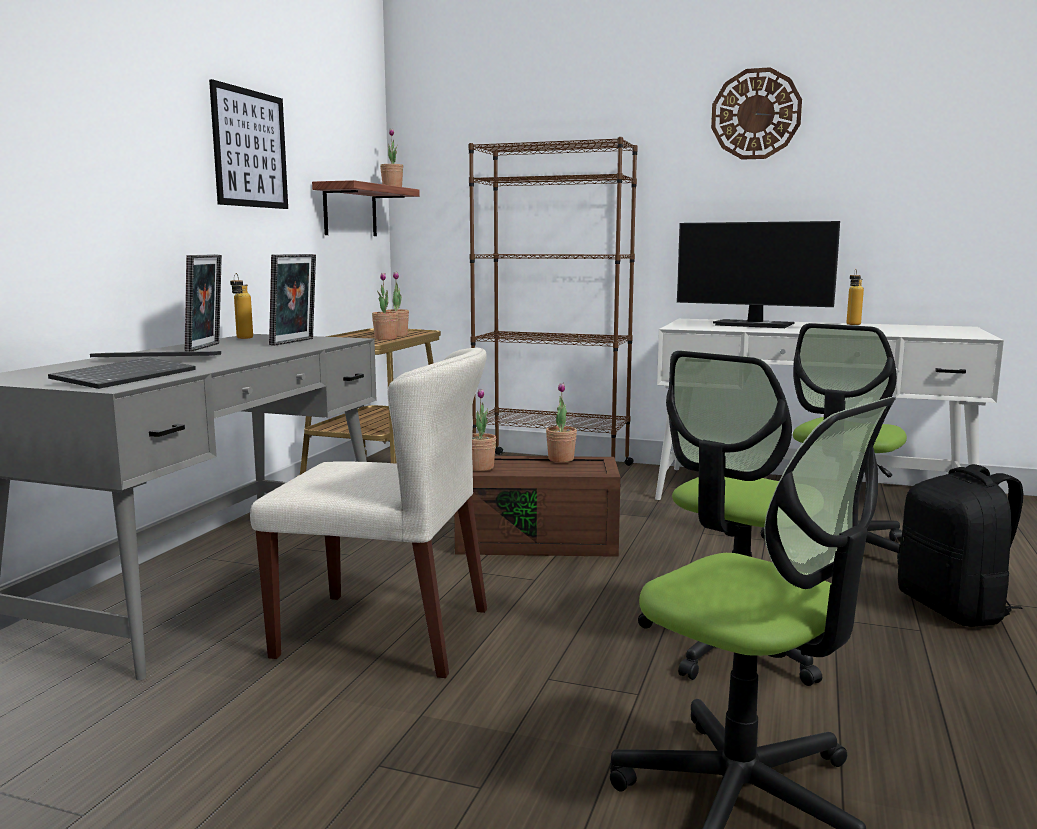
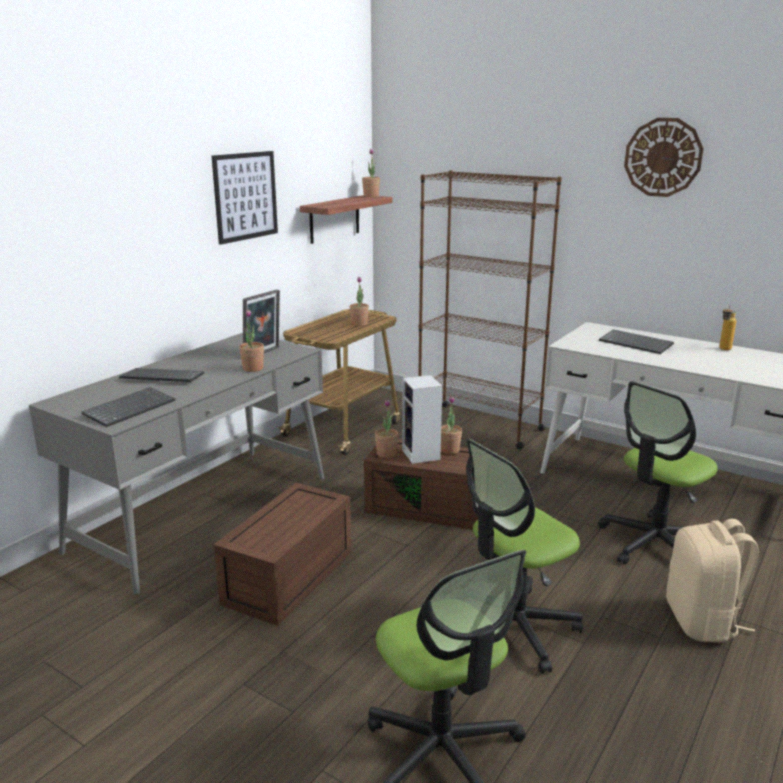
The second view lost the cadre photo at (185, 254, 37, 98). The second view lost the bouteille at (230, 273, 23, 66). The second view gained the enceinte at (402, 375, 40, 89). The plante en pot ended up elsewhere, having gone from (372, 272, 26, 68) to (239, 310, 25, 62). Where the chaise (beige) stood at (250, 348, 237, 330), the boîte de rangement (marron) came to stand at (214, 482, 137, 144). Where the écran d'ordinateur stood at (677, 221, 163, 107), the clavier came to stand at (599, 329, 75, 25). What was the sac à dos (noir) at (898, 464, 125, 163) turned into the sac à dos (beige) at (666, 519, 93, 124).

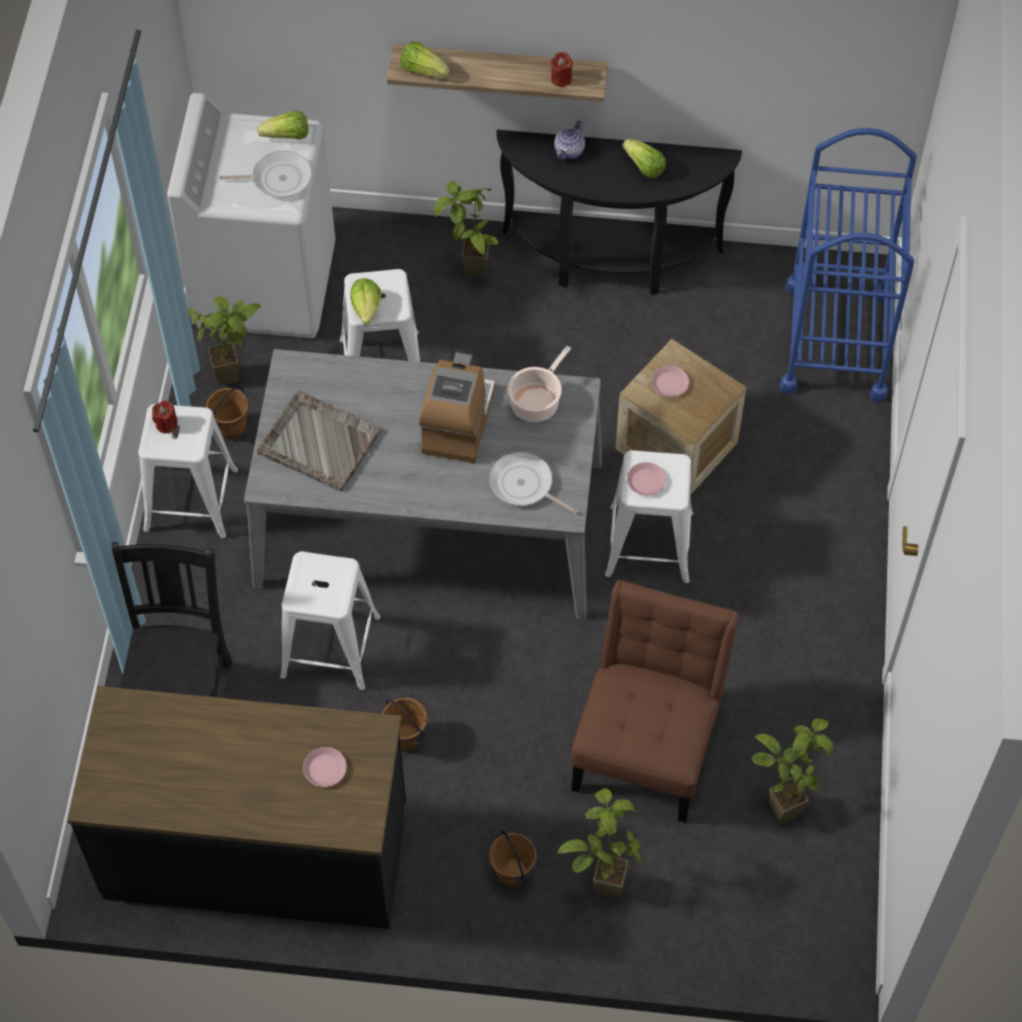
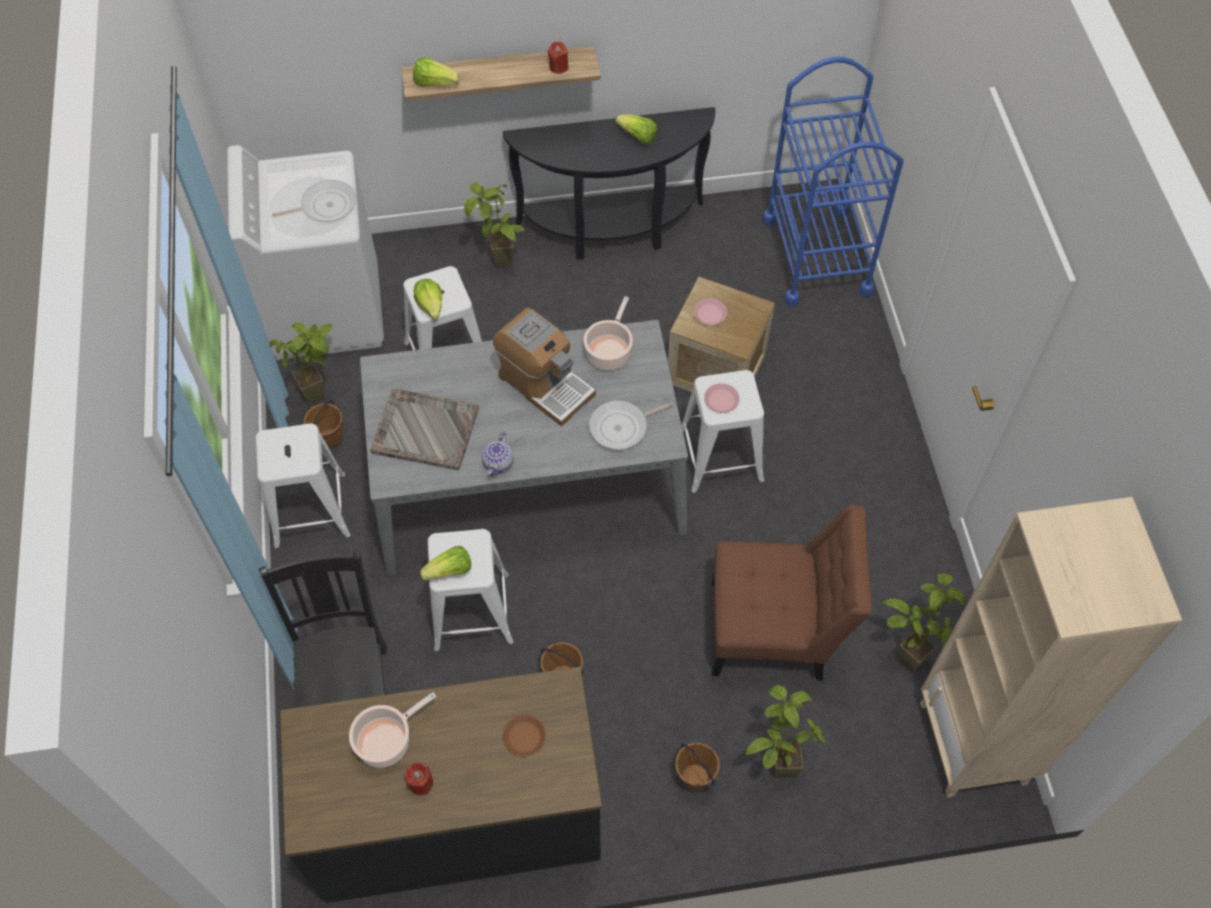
The second view gained the marmite at (349, 692, 88, 76). The second view gained the bibliothèque (beige) at (920, 497, 262, 301). The bougie (rouge) ended up elsewhere, having gone from (152, 400, 25, 34) to (405, 762, 28, 33). The laitue ended up elsewhere, having gone from (258, 111, 50, 28) to (420, 546, 51, 34). The théière ended up elsewhere, having gone from (554, 120, 31, 40) to (482, 432, 31, 44). What was the assiette (rose) at (303, 747, 44, 40) turned into the assiette (marron) at (503, 715, 43, 41). The machine à café at (419, 351, 77, 112) ended up facing another way, 135 degrees clockwise from before. The poêle at (489, 452, 89, 62) ended up facing another way, 45 degrees counterclockwise from before. The chaise (marron) at (571, 580, 168, 243) ended up facing another way, 90 degrees clockwise from before.

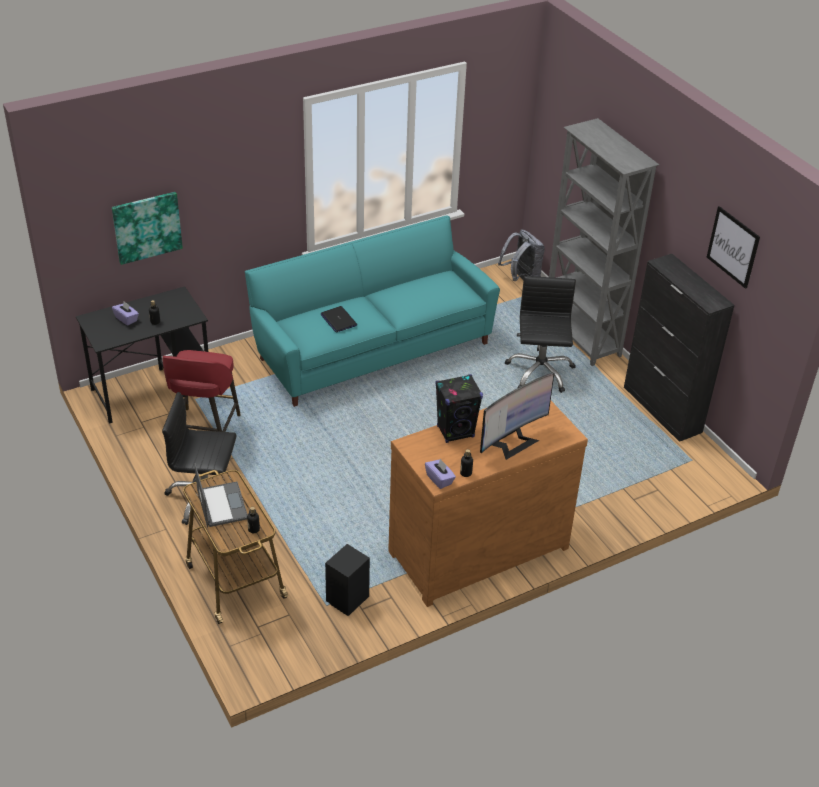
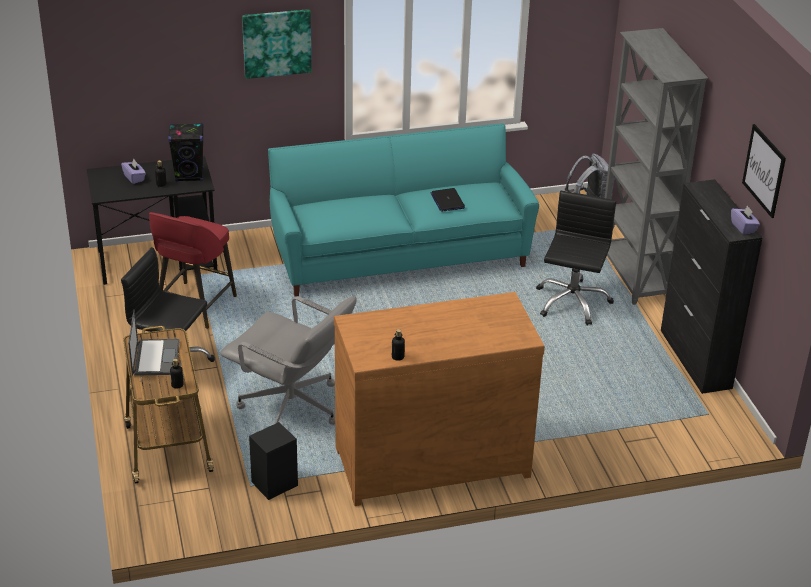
The second view lost the écran d'ordinateur at (480, 373, 74, 87). The second view gained the chaise de bureau (gris) at (220, 296, 137, 129). The tableau ended up elsewhere, having gone from (112, 192, 71, 73) to (242, 9, 70, 70). The ordinateur portable ended up elsewhere, having gone from (320, 306, 37, 26) to (431, 188, 34, 24). The boîte à mouchoirs (violet) ended up elsewhere, having gone from (425, 458, 31, 31) to (731, 205, 29, 29). The enceinte (noir) ended up elsewhere, having gone from (435, 374, 48, 69) to (168, 123, 36, 59).

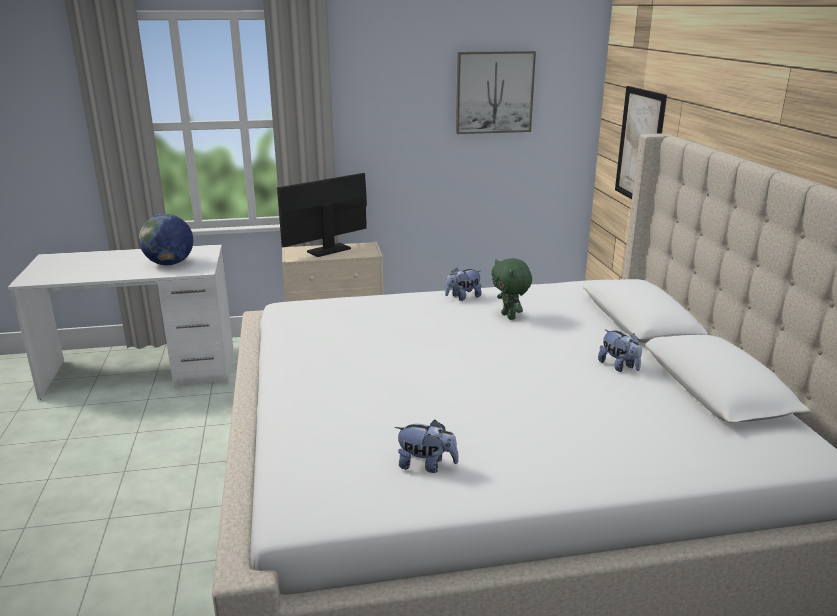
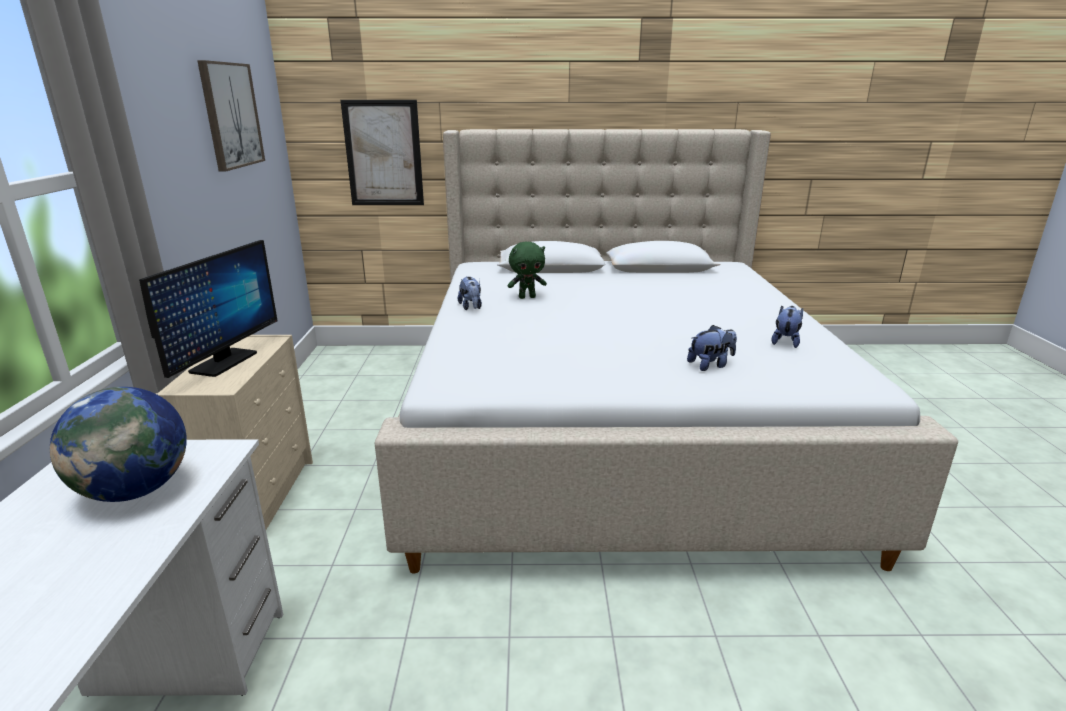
The peluche ended up elsewhere, having gone from (598, 329, 44, 43) to (687, 325, 50, 46). The écran d'ordinateur at (277, 173, 90, 84) ended up facing another way, 135 degrees counterclockwise from before.

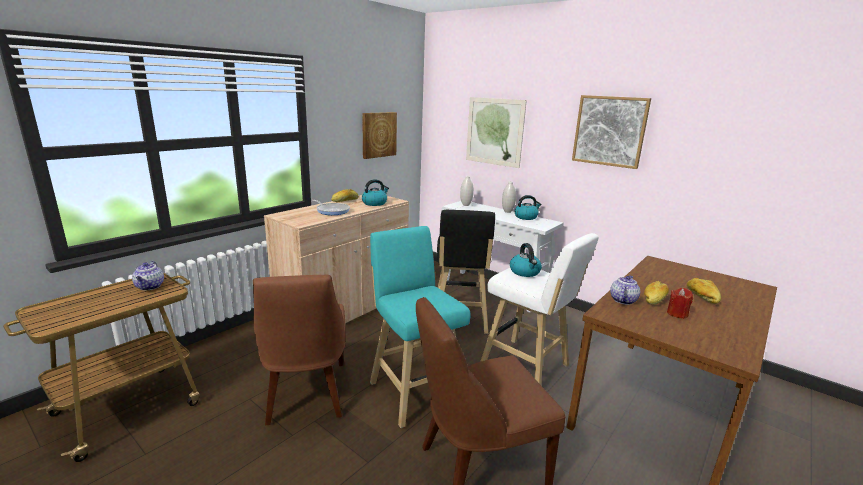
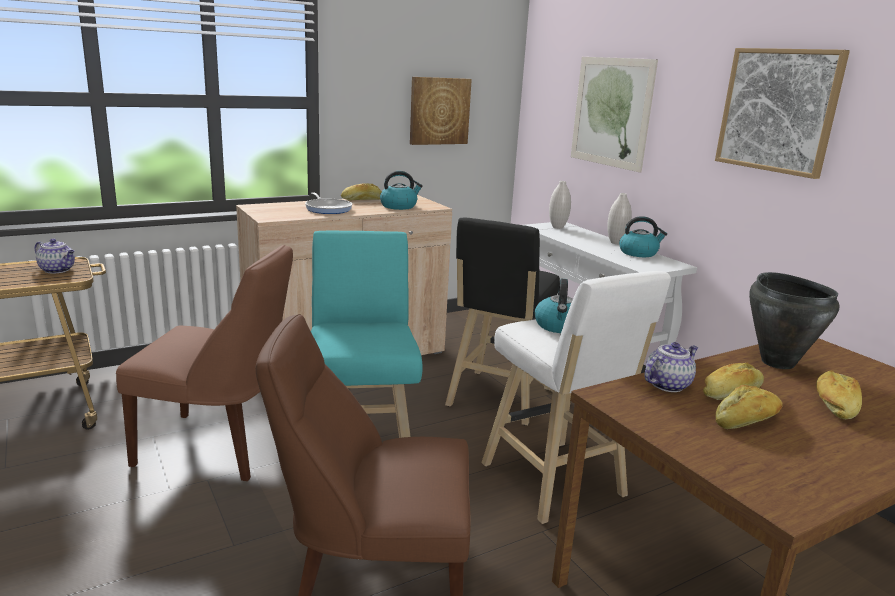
The second view gained the marmite (noir) at (749, 272, 91, 97). Where the bougie (rouge) stood at (667, 288, 26, 31), the pain came to stand at (715, 385, 67, 44). The théière at (132, 261, 32, 29) ended up facing another way, 75 degrees counterclockwise from before. The chaise (marron) at (253, 275, 93, 150) ended up facing another way, 90 degrees counterclockwise from before.

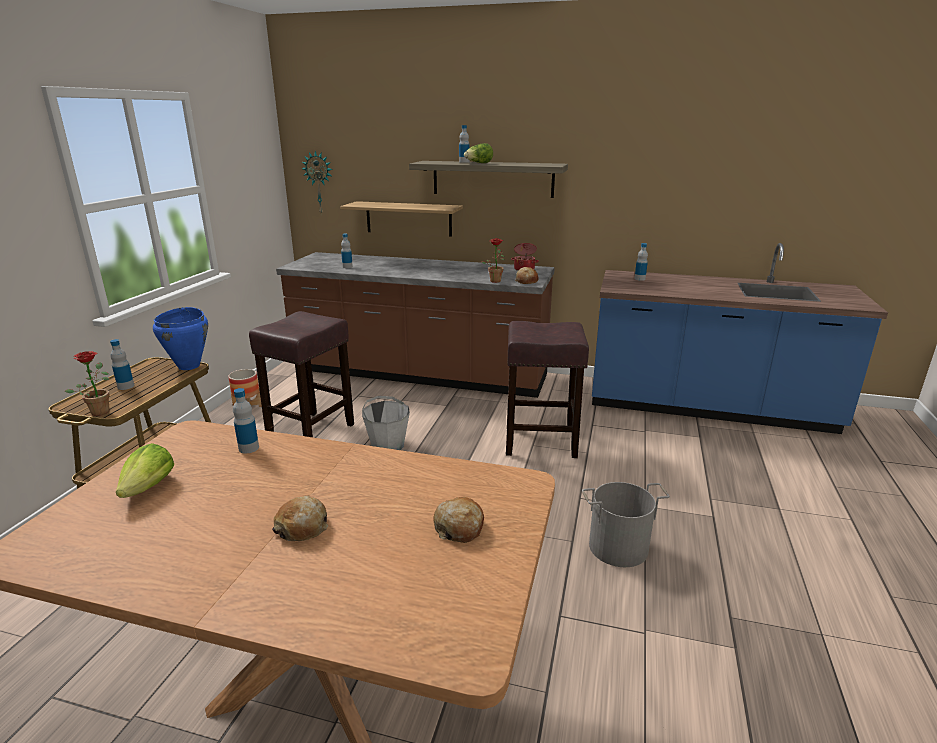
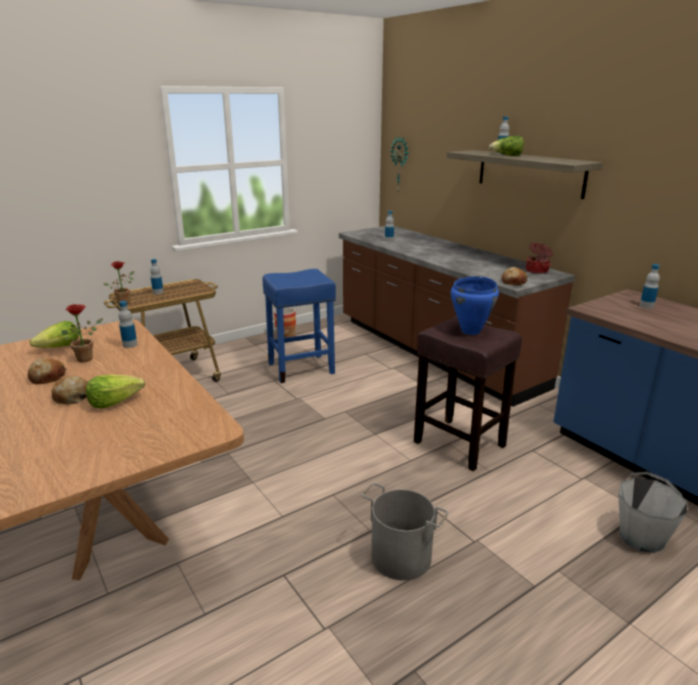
The second view lost the étagère at (340, 201, 123, 36). The second view gained the laitue at (86, 375, 59, 34). The marmite (bleu) ended up elsewhere, having gone from (153, 307, 55, 63) to (451, 276, 48, 59). The seau (gris) ended up elsewhere, having gone from (362, 396, 48, 54) to (618, 472, 69, 81). The pain ended up elsewhere, having gone from (433, 497, 51, 46) to (28, 358, 39, 26). The plante en pot ended up elsewhere, having gone from (481, 238, 24, 45) to (61, 304, 42, 58). What was the tabouret (marron) at (249, 311, 105, 126) turned into the tabouret (bleu) at (262, 269, 74, 114).

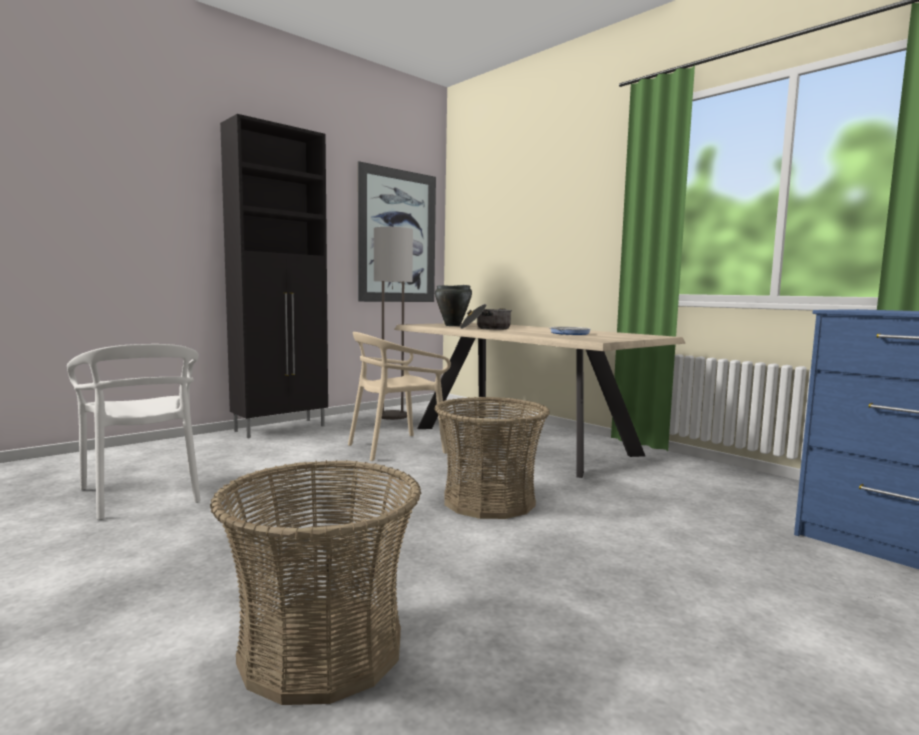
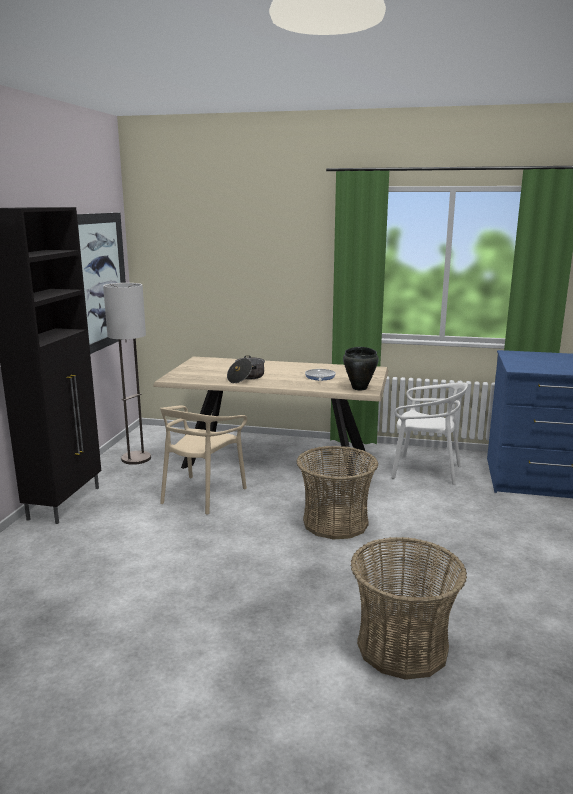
The chaise (blanc) ended up elsewhere, having gone from (67, 344, 134, 176) to (391, 382, 77, 103). The marmite (noir) ended up elsewhere, having gone from (435, 285, 37, 41) to (343, 347, 36, 43).

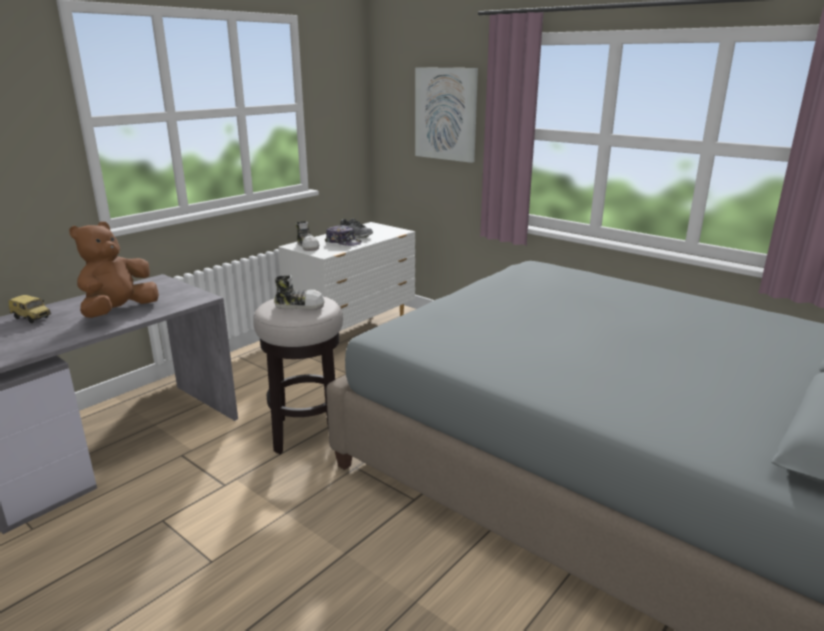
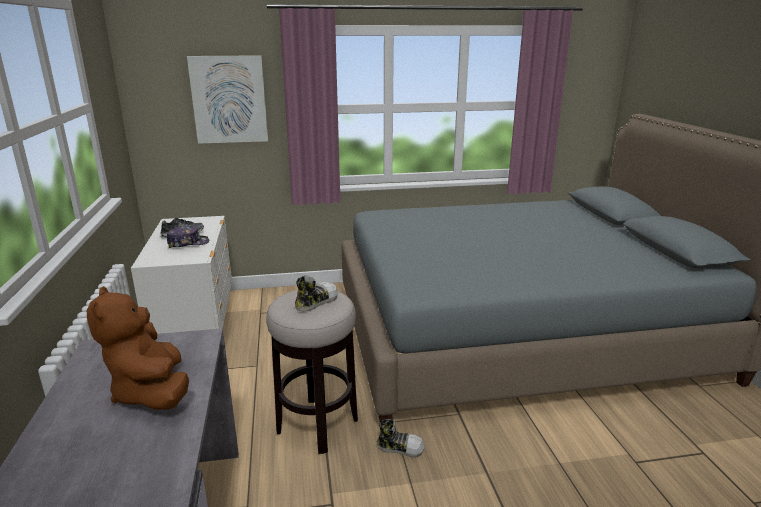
The second view lost the petite voiture at (9, 295, 42, 28). The chaussure ended up elsewhere, having gone from (296, 221, 23, 30) to (377, 419, 48, 38).

